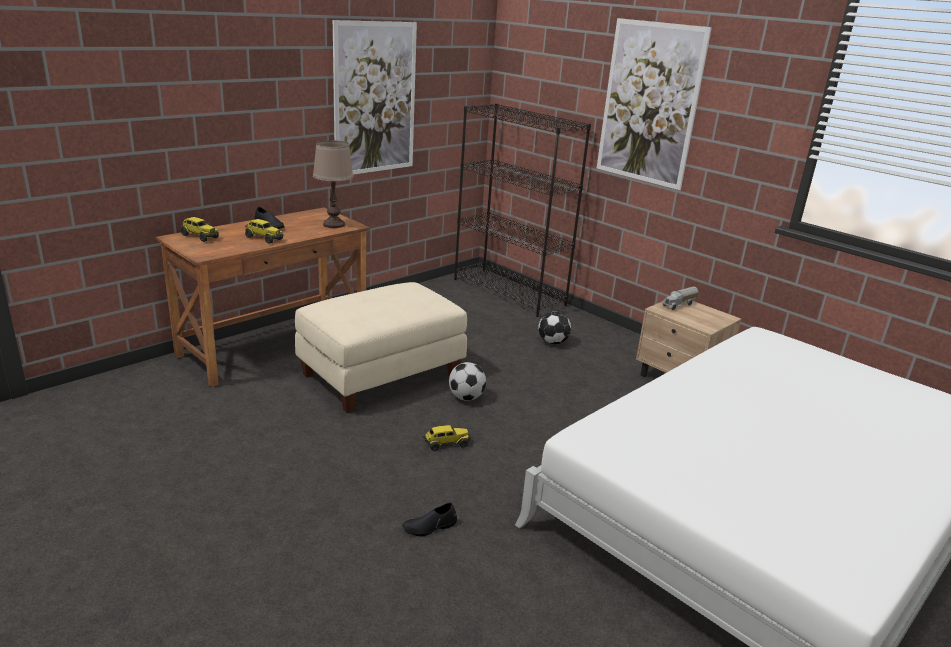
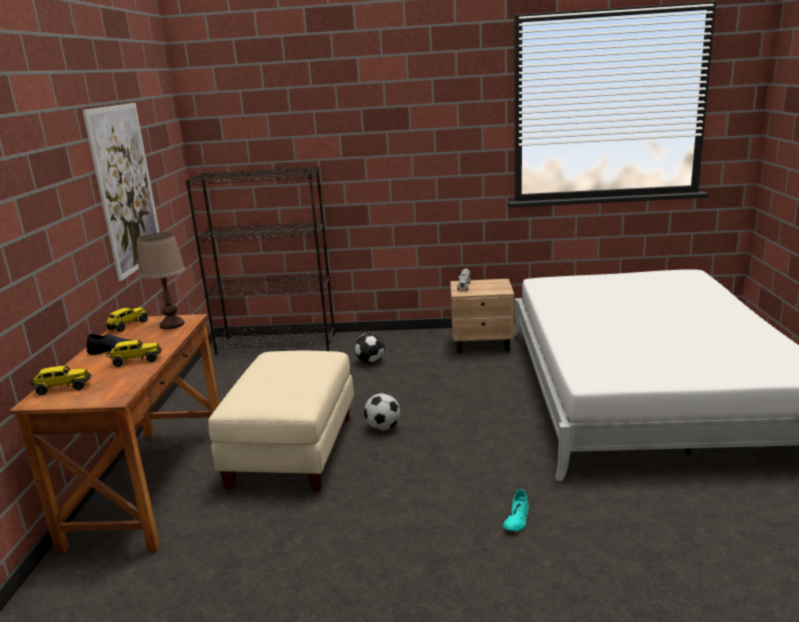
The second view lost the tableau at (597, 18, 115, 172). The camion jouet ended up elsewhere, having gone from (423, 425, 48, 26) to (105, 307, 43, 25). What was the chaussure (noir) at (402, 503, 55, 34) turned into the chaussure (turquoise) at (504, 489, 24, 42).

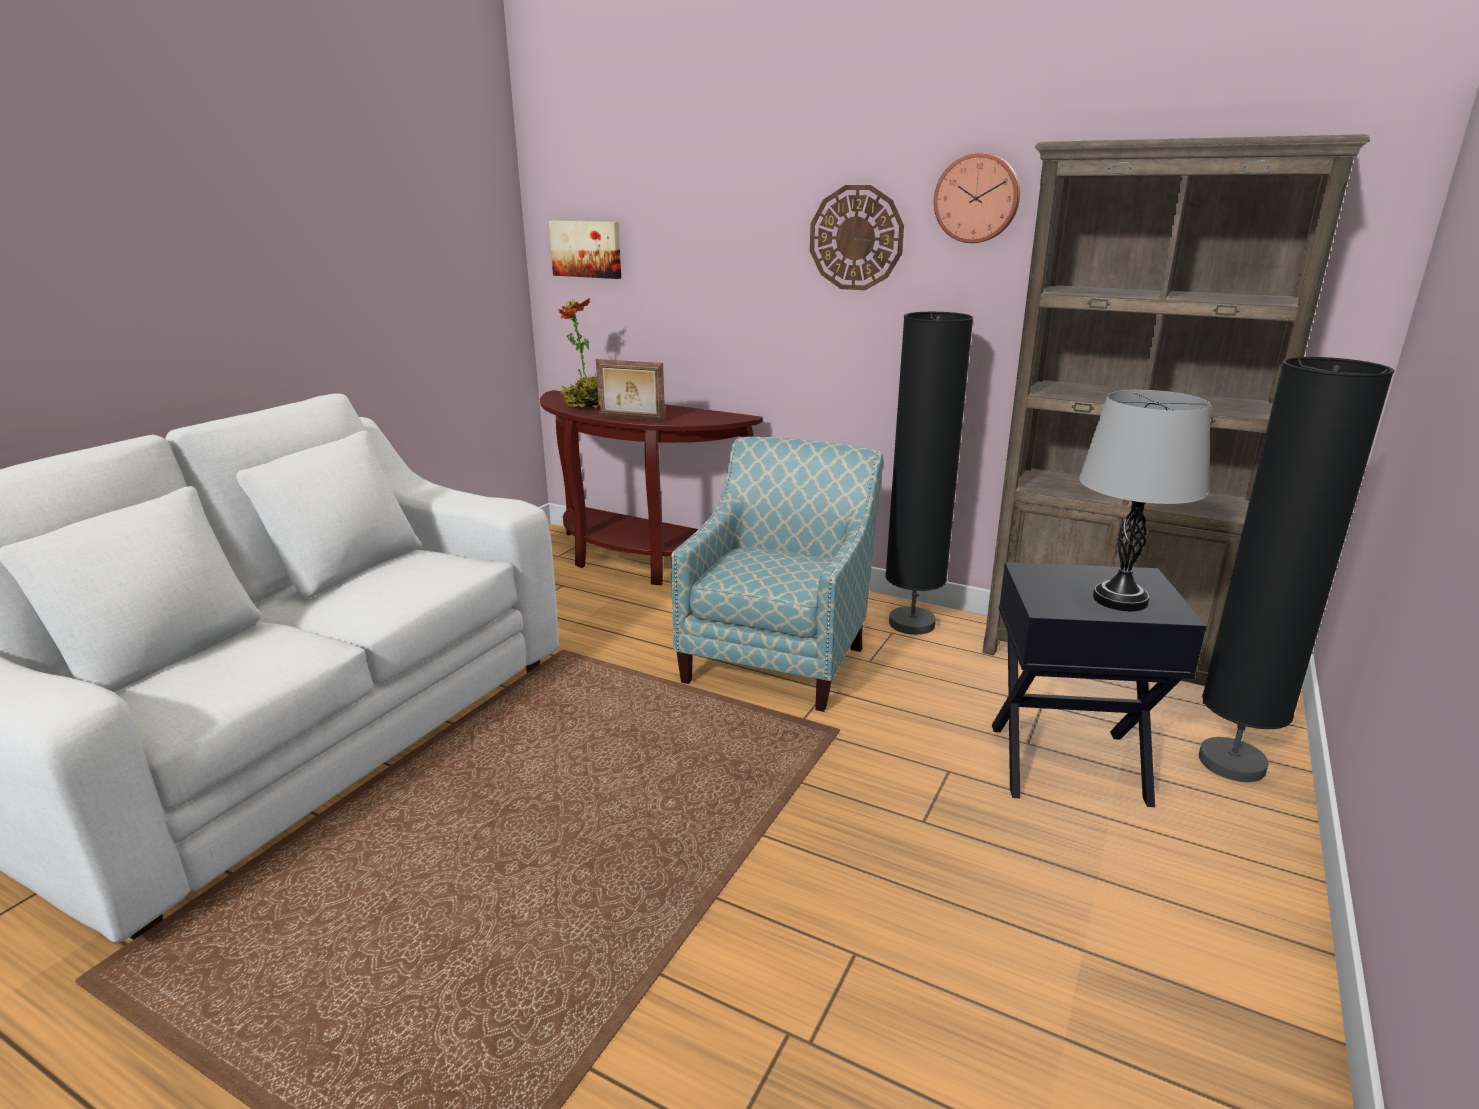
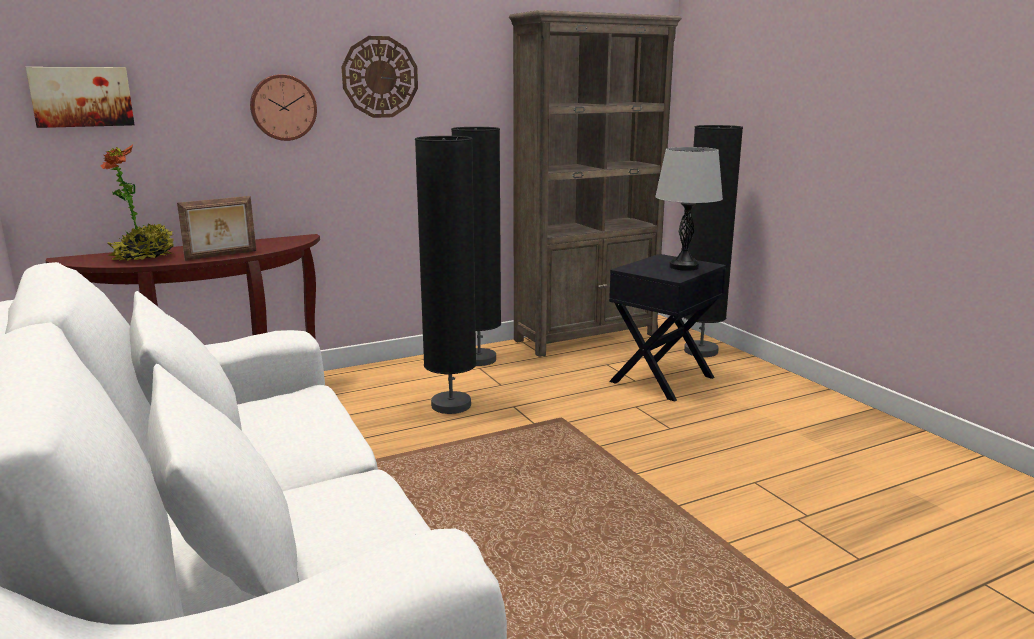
The horloge murale ended up elsewhere, having gone from (934, 153, 86, 90) to (250, 74, 67, 67). Where the fauteuil stood at (671, 437, 212, 275), the lampadaire (noir) came to stand at (415, 136, 61, 278).

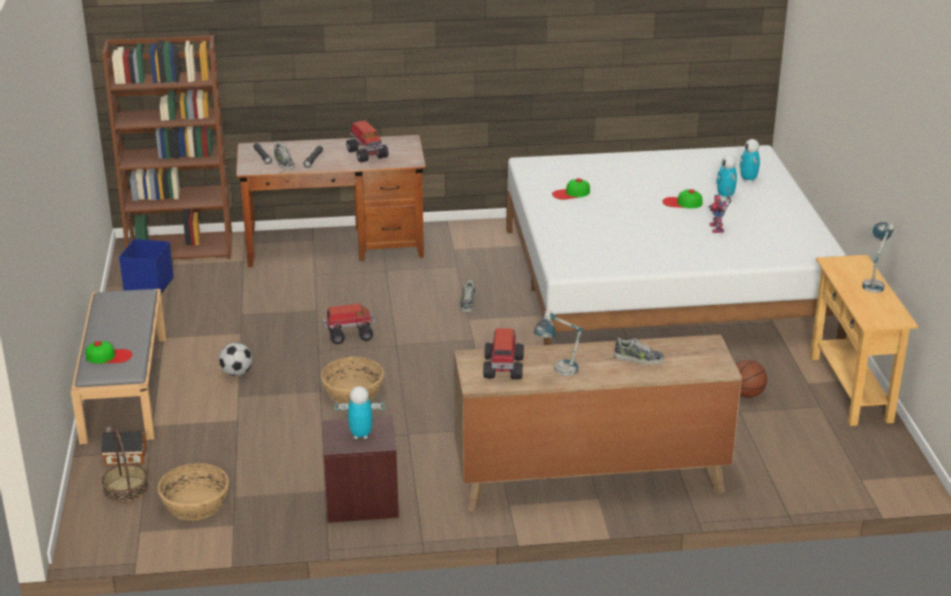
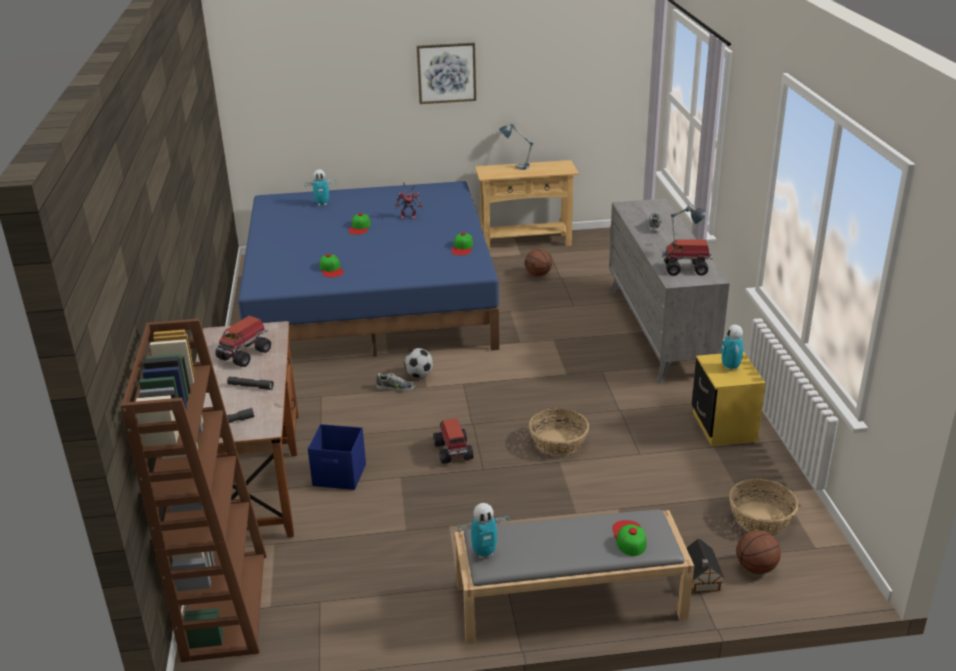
The second view lost the chaussure at (274, 142, 21, 28). The second view gained the tableau at (417, 43, 59, 61). The second view gained the casquette at (451, 232, 22, 23). The boîte de rangement (bleu) ended up elsewhere, having gone from (119, 239, 54, 55) to (308, 424, 58, 66). The ballon de foot ended up elsewhere, having gone from (219, 342, 33, 34) to (404, 348, 29, 30). The robot jouet ended up elsewhere, having gone from (716, 155, 21, 44) to (458, 503, 52, 56). Where the panier stood at (102, 430, 46, 73), the ballon de basket came to stand at (736, 530, 45, 44). What was the table de chevet (marron) at (322, 416, 77, 107) turned into the table de chevet (jaune) at (692, 352, 74, 94). What was the commode (marron) at (454, 334, 288, 178) turned into the commode (gris) at (609, 198, 121, 186). What was the lit (blanc) at (506, 145, 341, 200) turned into the lit (bleu) at (238, 181, 261, 176). The camion jouet at (346, 121, 42, 41) ended up facing another way, 150 degrees clockwise from before.

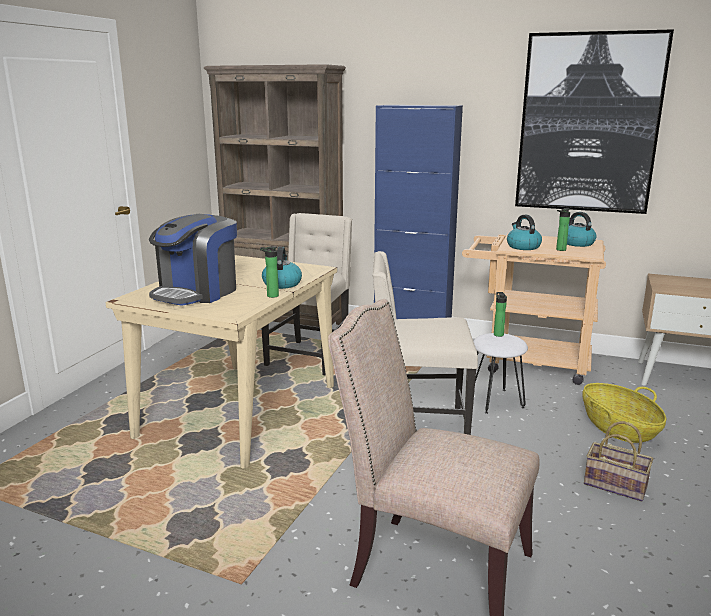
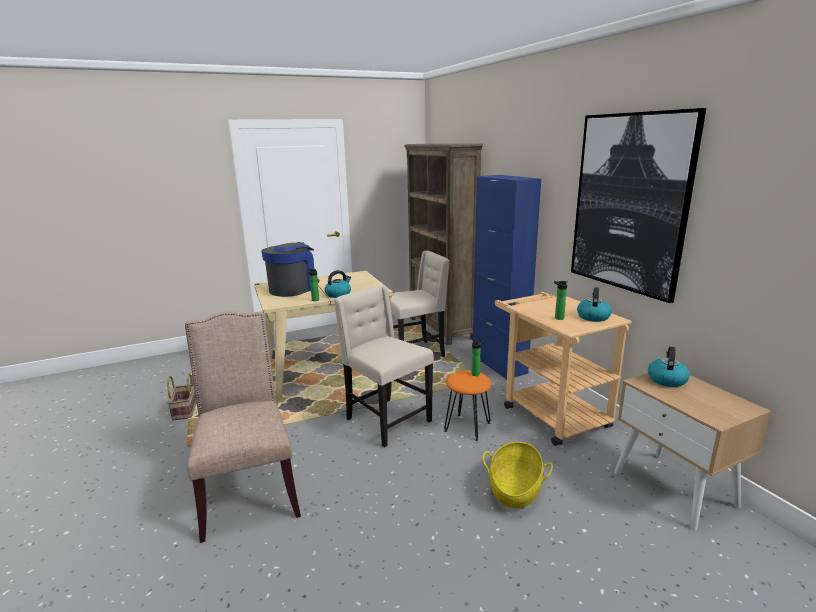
The bouilloire ended up elsewhere, having gone from (507, 215, 35, 35) to (648, 346, 42, 41). The panier ended up elsewhere, having gone from (584, 421, 69, 80) to (167, 373, 29, 48). What was the tabouret (blanc) at (473, 333, 55, 81) turned into the tabouret (orange) at (444, 370, 47, 71). The machine à café at (149, 214, 88, 92) ended up facing another way, 135 degrees clockwise from before.

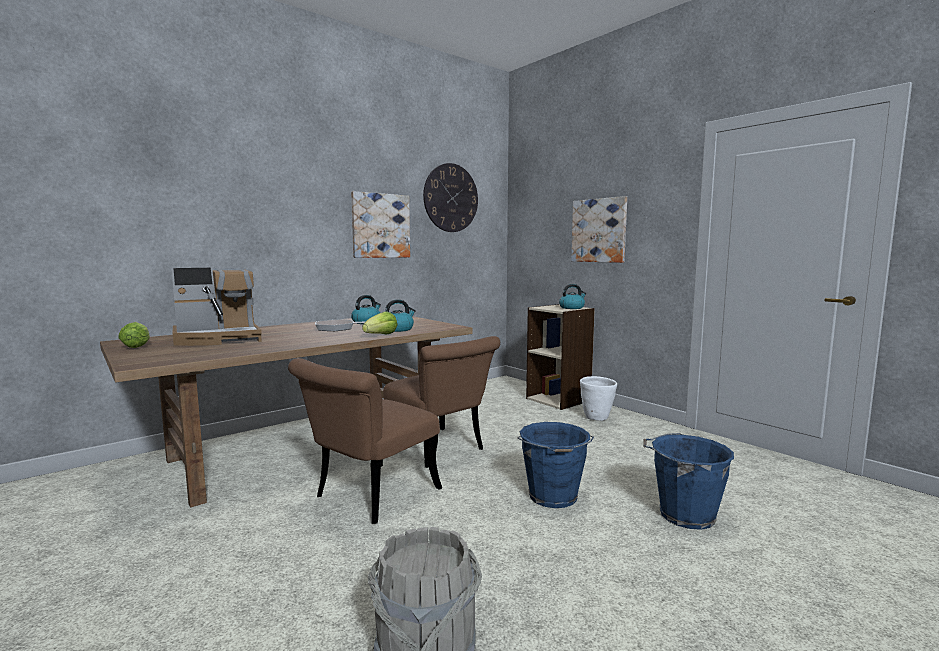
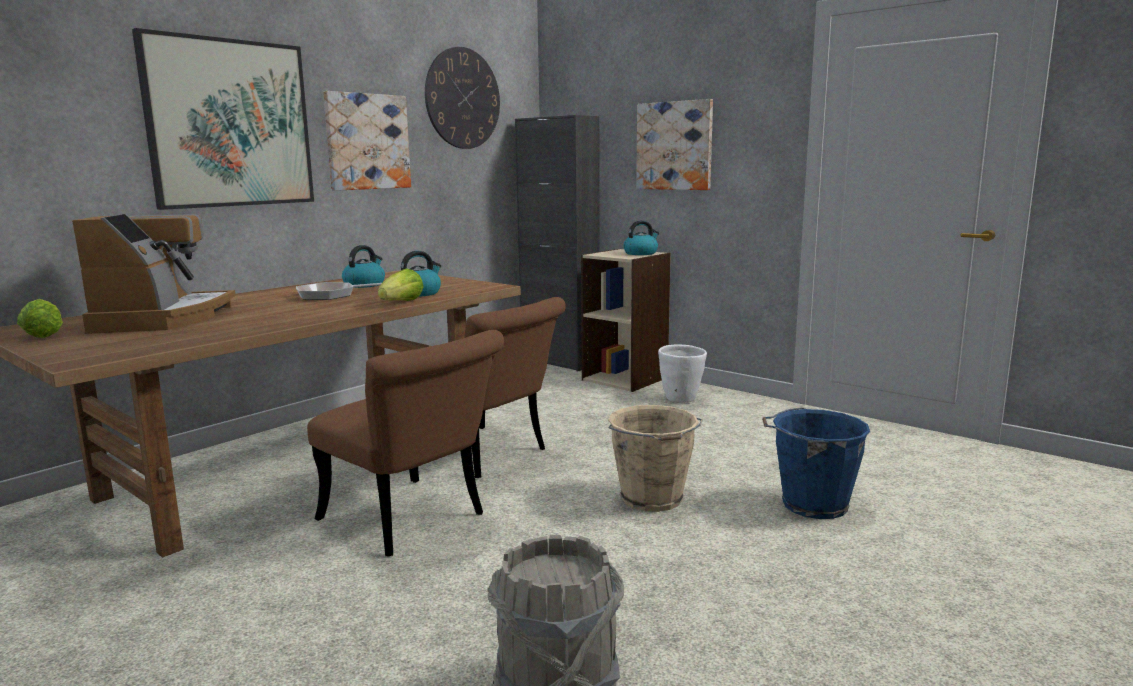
The second view gained the tableau at (132, 28, 182, 182). The second view gained the meuble de rangement (noir) at (515, 115, 85, 257). What was the seau (bleu) at (518, 422, 76, 86) turned into the seau (beige) at (608, 405, 95, 107). The machine à café at (172, 268, 90, 78) ended up facing another way, 60 degrees counterclockwise from before. The chaise (marron) at (288, 358, 154, 166) ended up facing another way, 75 degrees counterclockwise from before.

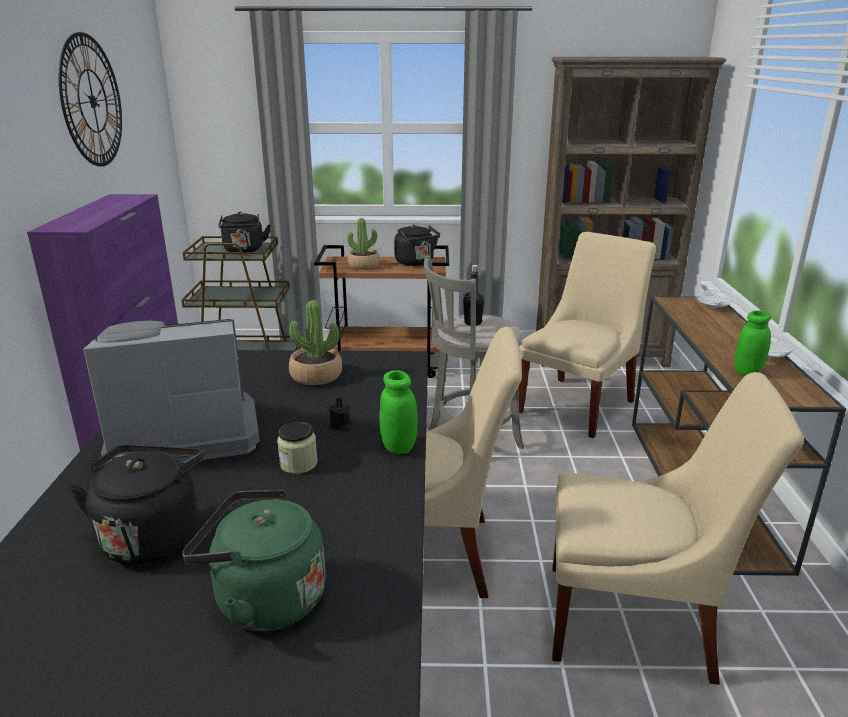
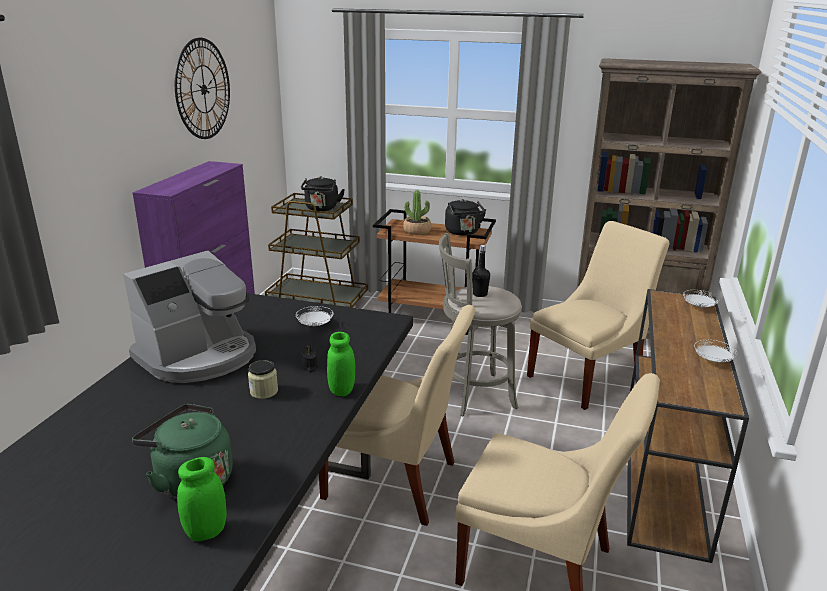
The second view lost the bouilloire (noir) at (70, 445, 134, 119). The bocal (vert) ended up elsewhere, having gone from (734, 310, 37, 66) to (177, 457, 50, 84). Where the plante en pot stood at (289, 300, 53, 85), the assiette (blanc) came to stand at (296, 306, 38, 20). The machine à café at (83, 319, 177, 145) ended up facing another way, 135 degrees clockwise from before.

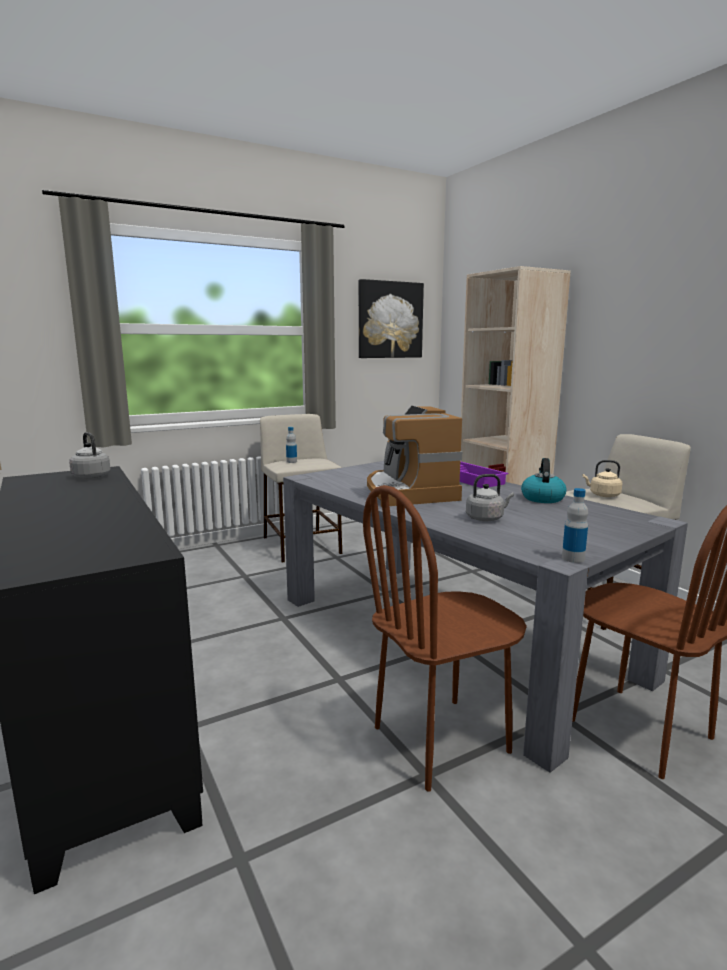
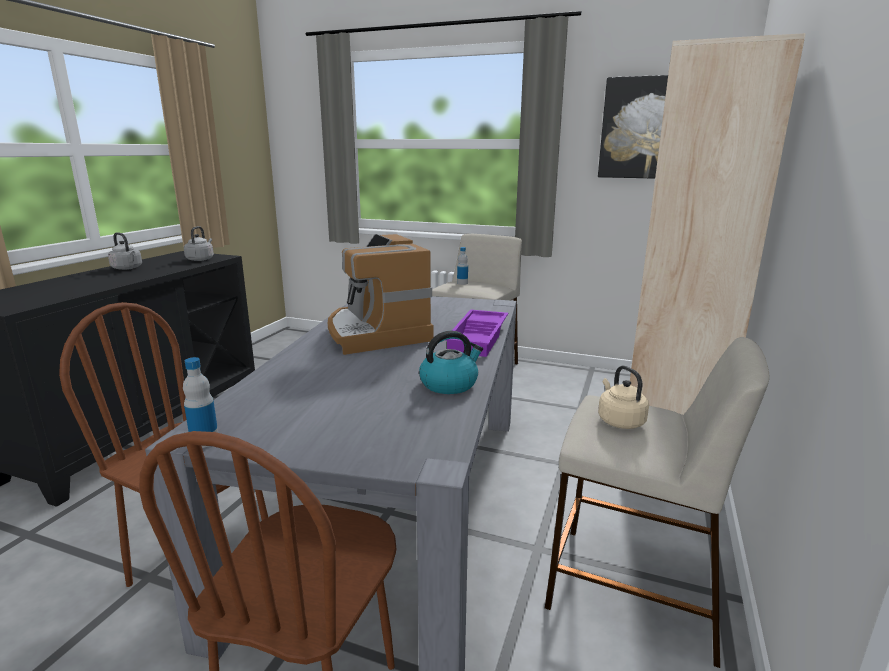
The bouilloire (gris) ended up elsewhere, having gone from (466, 474, 48, 47) to (108, 232, 34, 38). The machine à café at (367, 406, 95, 101) ended up facing another way, 60 degrees counterclockwise from before.

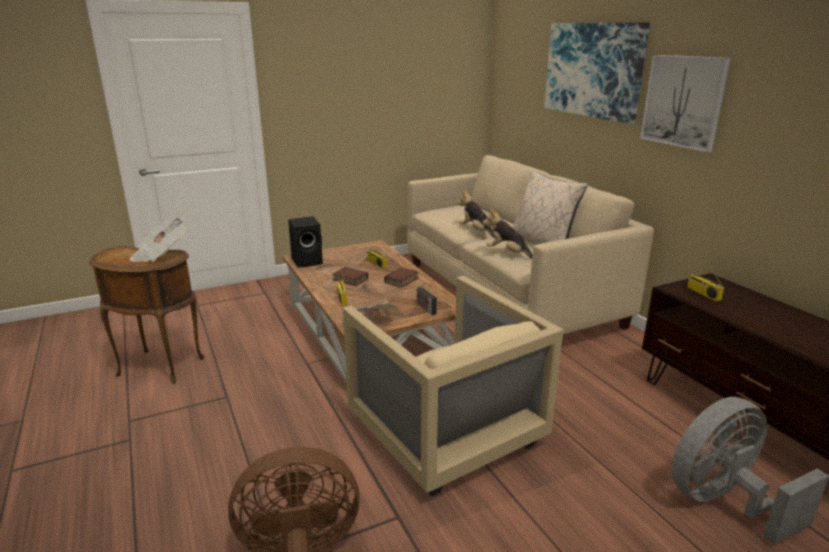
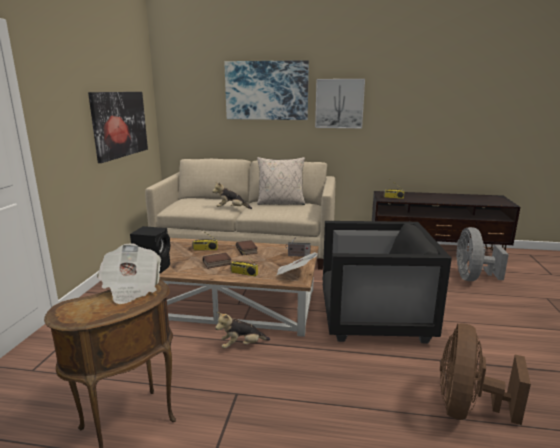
The second view gained the tableau at (88, 92, 60, 71). The peluche ended up elsewhere, having gone from (483, 208, 49, 51) to (215, 312, 55, 36). What was the fauteuil (beige) at (343, 276, 220, 220) turned into the fauteuil (noir) at (323, 221, 129, 122).

